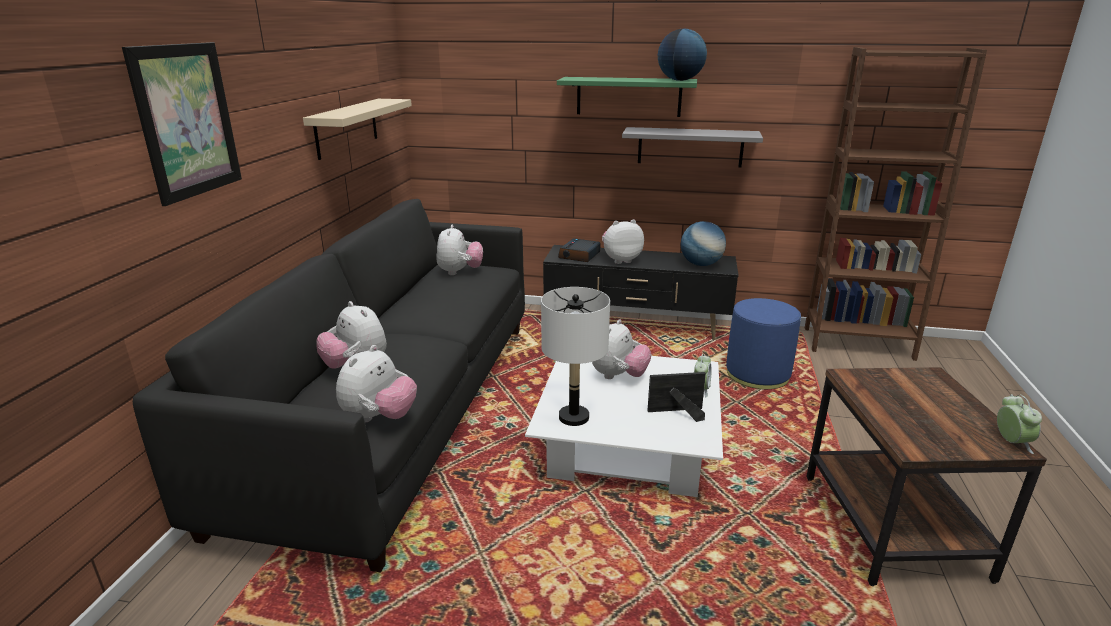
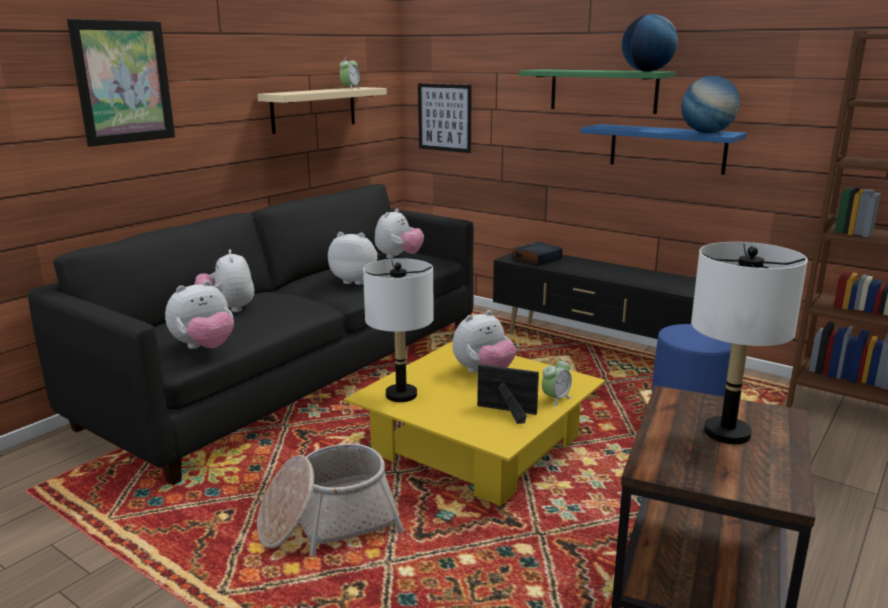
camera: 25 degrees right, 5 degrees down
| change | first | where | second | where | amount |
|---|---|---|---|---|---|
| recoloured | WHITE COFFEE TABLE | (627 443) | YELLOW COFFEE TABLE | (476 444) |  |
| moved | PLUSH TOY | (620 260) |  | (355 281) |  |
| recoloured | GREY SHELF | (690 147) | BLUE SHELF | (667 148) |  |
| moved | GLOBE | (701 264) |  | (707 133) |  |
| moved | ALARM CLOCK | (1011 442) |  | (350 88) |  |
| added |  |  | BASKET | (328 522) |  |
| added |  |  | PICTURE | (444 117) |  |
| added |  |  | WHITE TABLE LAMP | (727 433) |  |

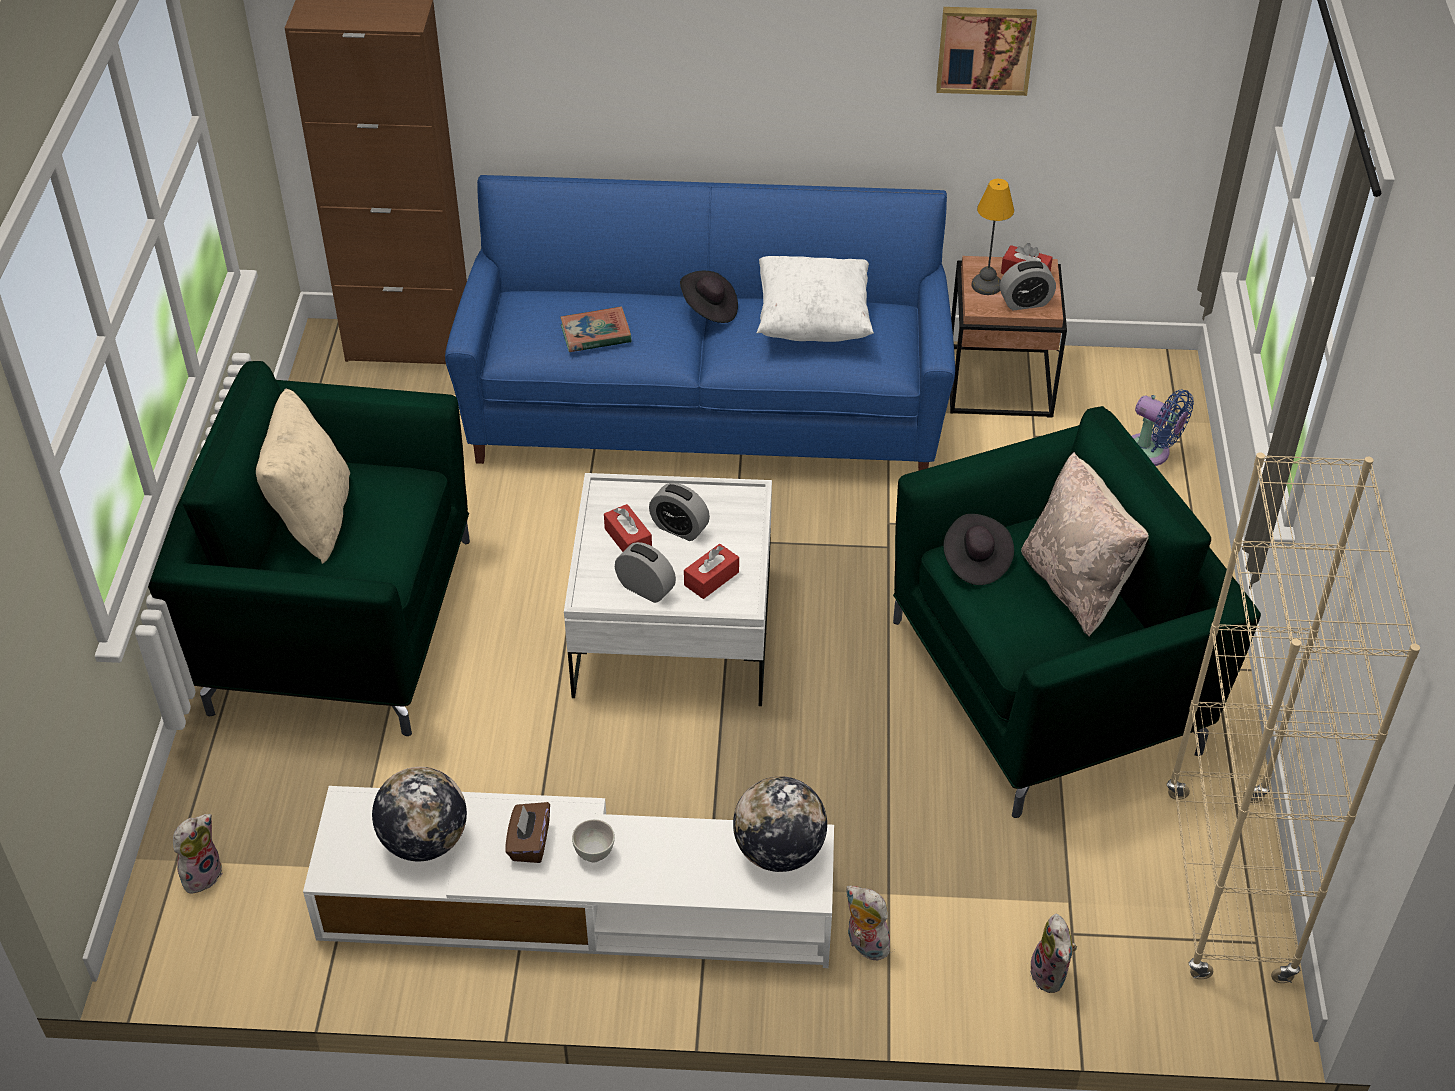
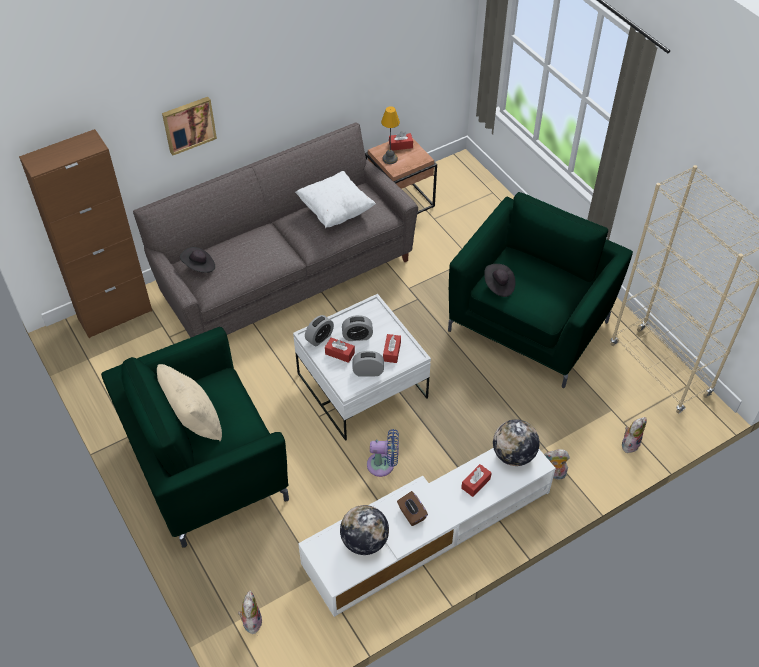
camera: 35 degrees left, 5 degrees up
| change | first | where | second | where | amount |
|---|---|---|---|---|---|
| recoloured | BLUE SOFA | (706 406) | GREY SOFA | (284 274) |  |
| removed | BOOK | (596 334) |  |  |  |
| removed | WHITE BOWL | (594 854) |  |  |  |
| moved | BLACK HAT | (709 309) |  | (199 266) |  |
| moved | PICTURE | (985 48) |  | (188 124) |  |
| moved | ALARM CLOCK | (1025 302) |  | (319 338) |  |
| removed | BEIGE PILLOW | (1075 585) |  |  |  |
| turned | PLUSH TOY | (1051 975) |  | (630 443) | 90 degrees counterclockwise |
| moved | BLUE FAN | (1151 453) |  | (383 465) |  |
| added |  |  | RED TISSUE BOX | (475 483) |  |

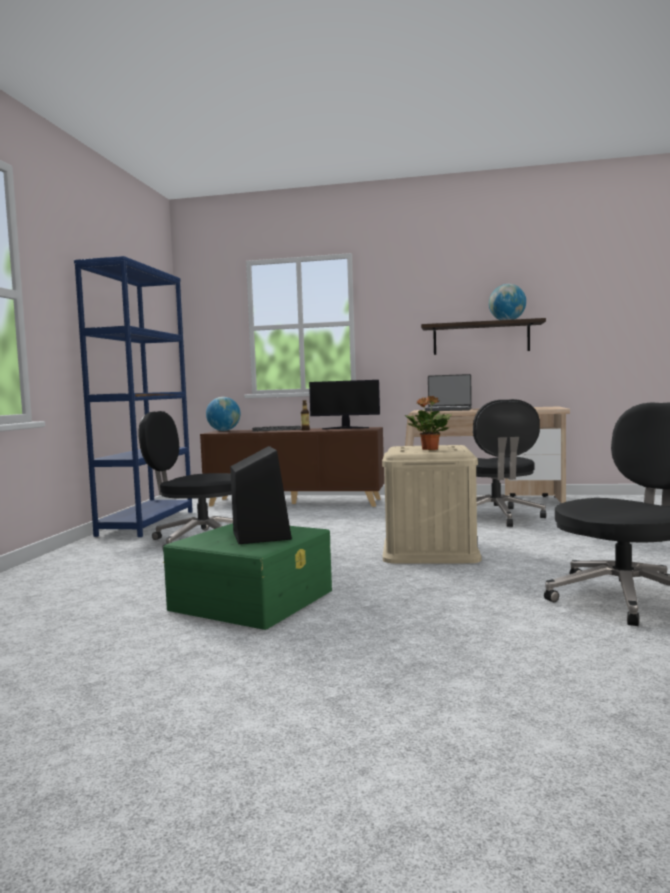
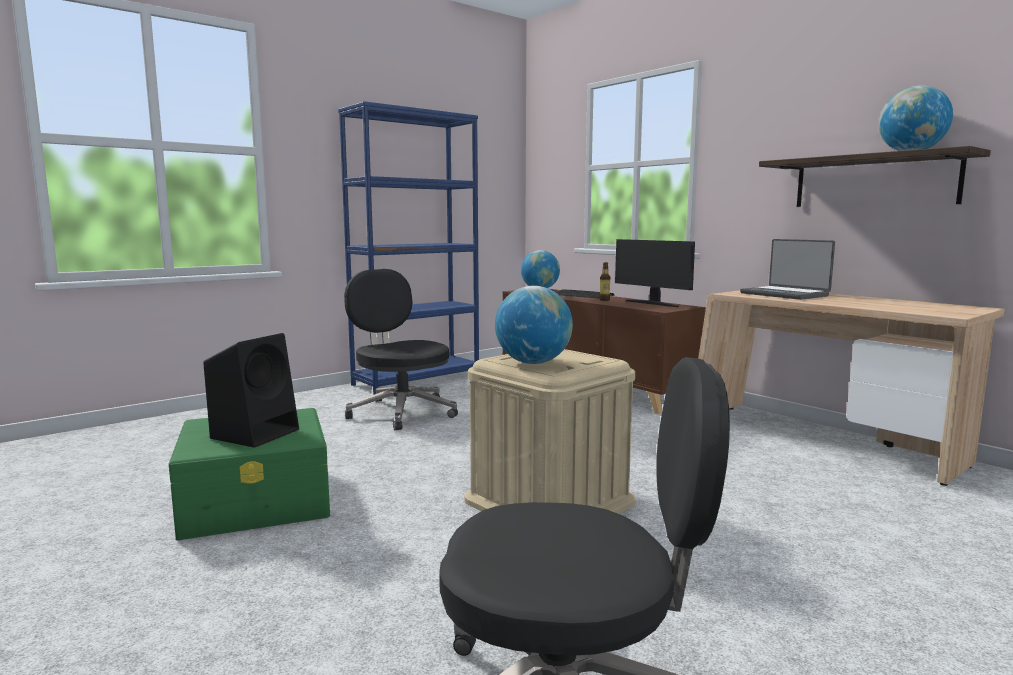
camera: 40 degrees right, 5 degrees up
| change | first | where | second | where | amount |
|---|---|---|---|---|---|
| replaced | POTTED PLANT | (429 449) | GLOBE | (533 363) |  |
| removed | BLACK OFFICE CHAIR | (497 517) |  |  |  |

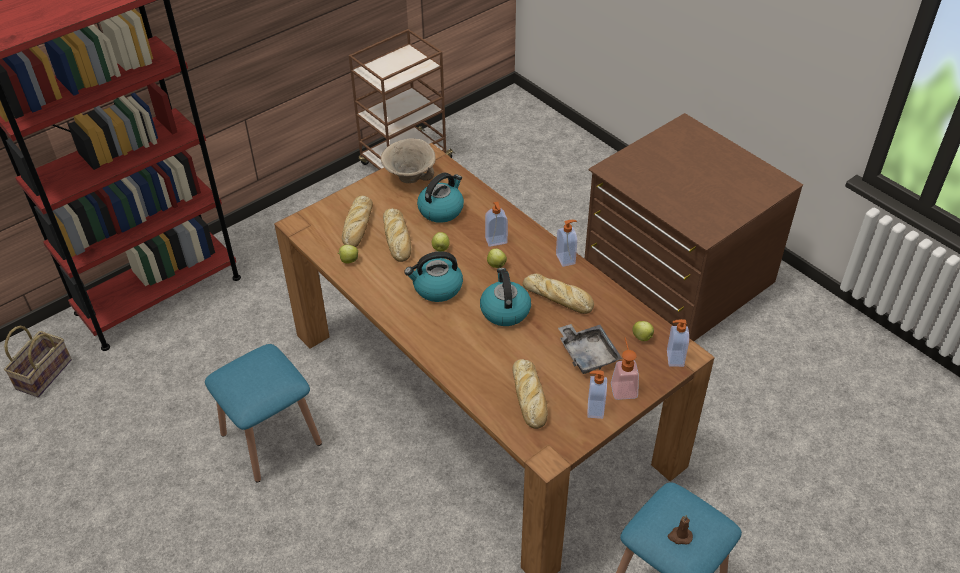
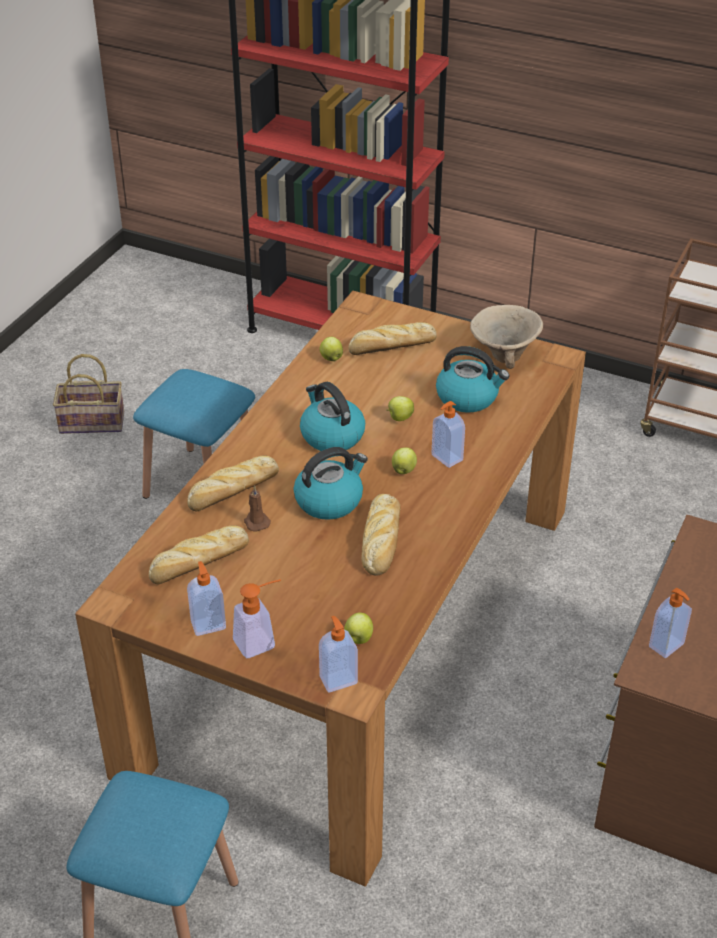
camera: 65 degrees right, 5 degrees down
| change | first | where | second | where | amount |
|---|---|---|---|---|---|
| moved | BASKET | (44 373) |  | (94 421) |  |
| moved | BREAD | (397 239) |  | (232 491) |  |
| moved | SOAP DISPENSER | (566 259) |  | (667 646) |  |
| removed | GREY TRAY | (588 354) |  |  |  |
| moved | BROWN CANDLE | (679 536) |  | (256 522) |  |

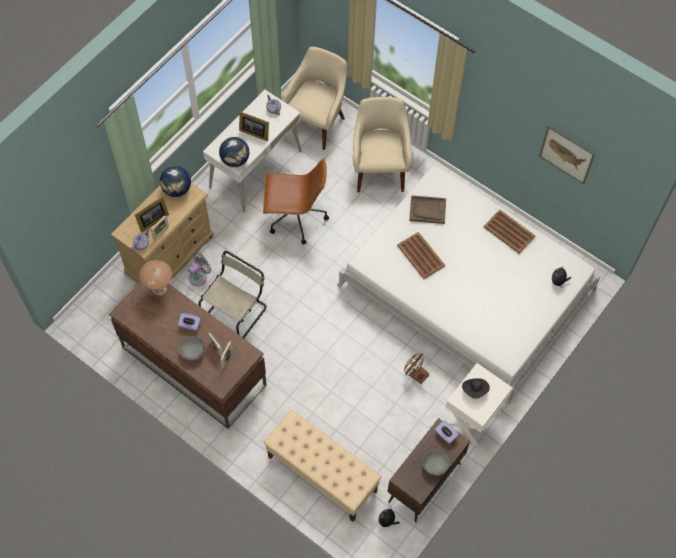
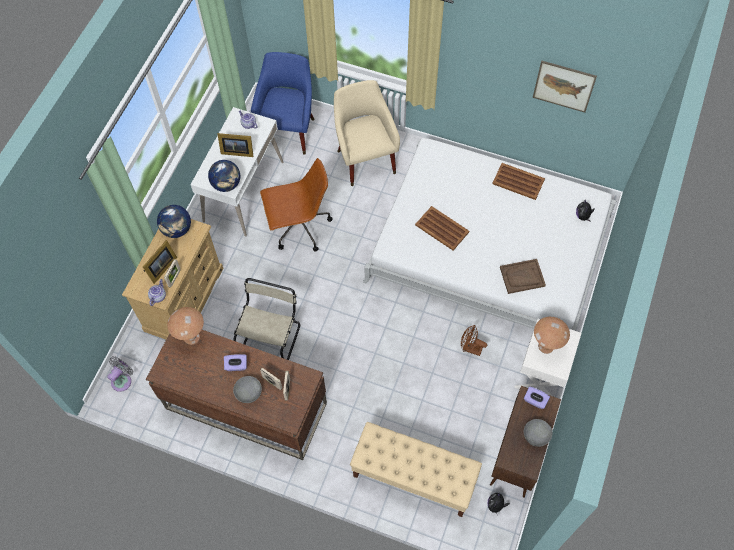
camera: 15 degrees left, 0 degrees up
| change | first | where | second | where | amount |
|---|---|---|---|---|---|
| moved | GREY FAN | (199 276) |  | (123 380) |  |
| recoloured | BEIGE ARMCHAIR | (316 121) | BLUE ARMCHAIR | (288 129) |  |
| moved | BROWN TRAY | (427 210) |  | (522 277) |  |
| replaced | BLACK HAT | (475 390) | BROWN TABLE LAMP | (546 346) |  |

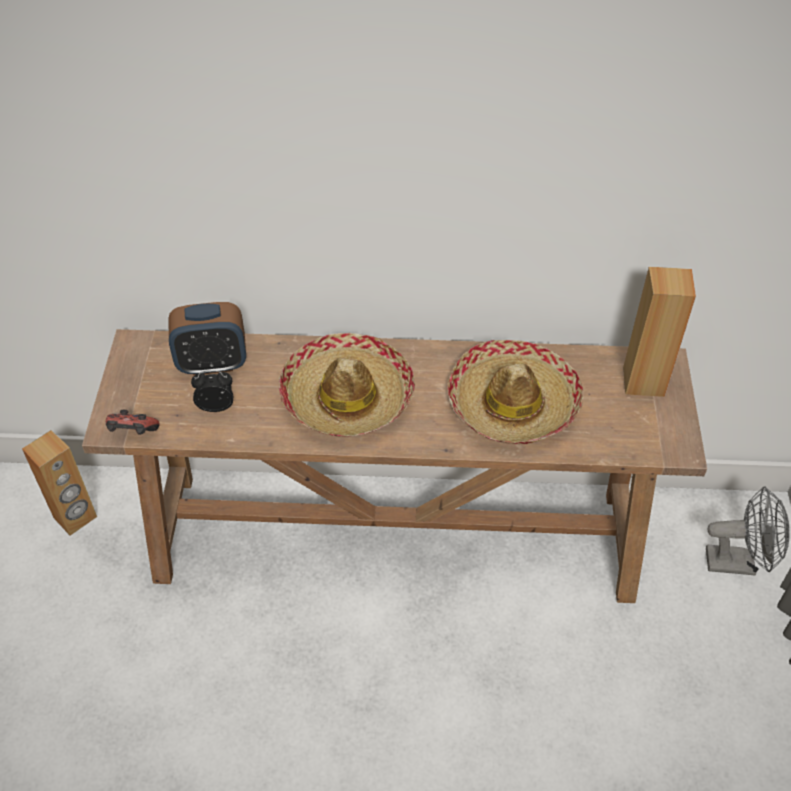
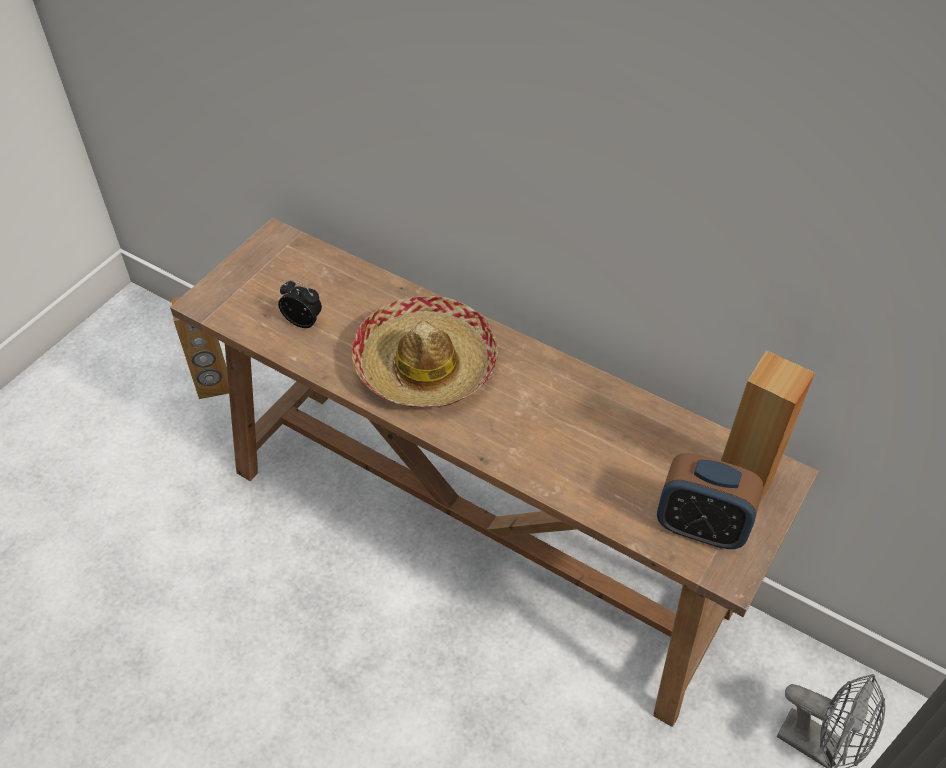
camera: 30 degrees right, 0 degrees up
| change | first | where | second | where | amount |
|---|---|---|---|---|---|
| removed | GAME CONTROLLER | (133 433) |  |  |  |
| moved | ALARM CLOCK | (212 363) |  | (700 527) |  |
| removed | HAT | (513 403) |  |  |  |

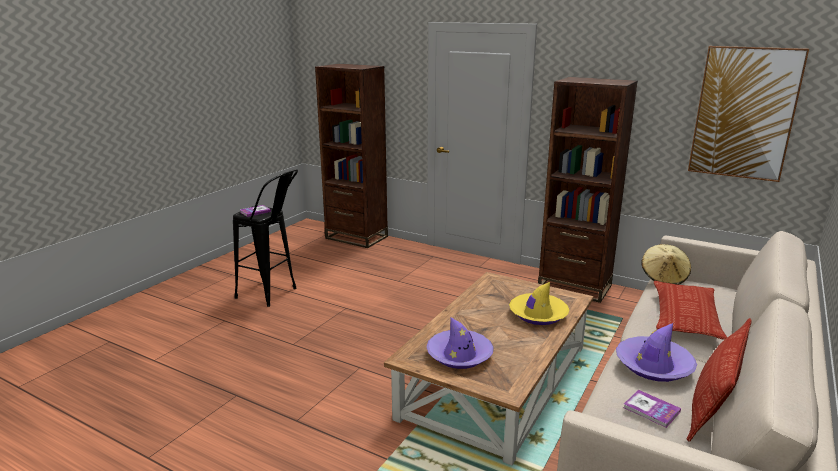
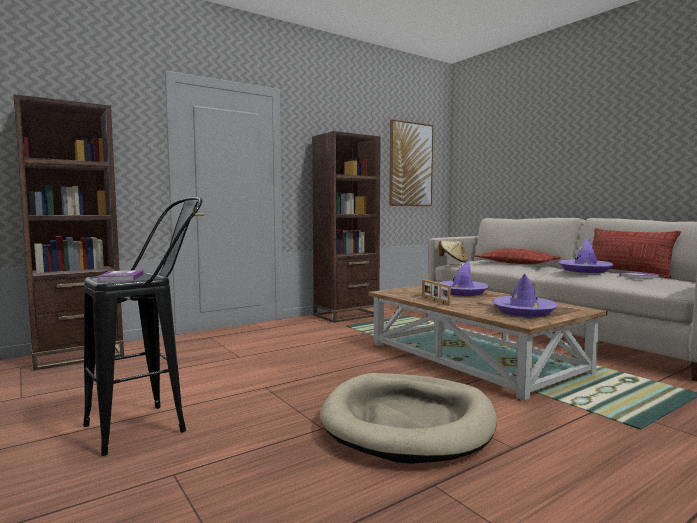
camera: 65 degrees left, 15 degrees down
| change | first | where | second | where | amount |
|---|---|---|---|---|---|
| recoloured | YELLOW HAT | (538 314) | PURPLE HAT | (462 292) |  |
| added |  |  | BEIGE DOG BED | (408 421) |  |
| added |  |  | PICTURE FRAME | (435 301) |  |

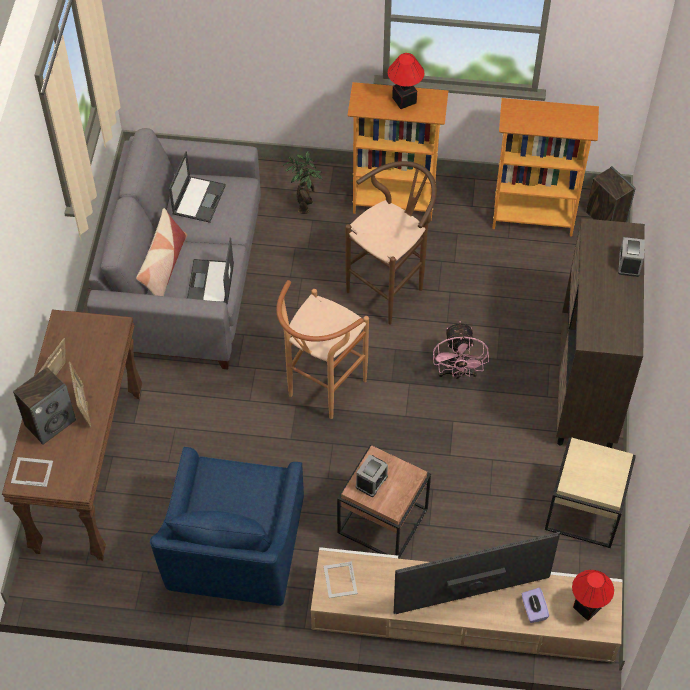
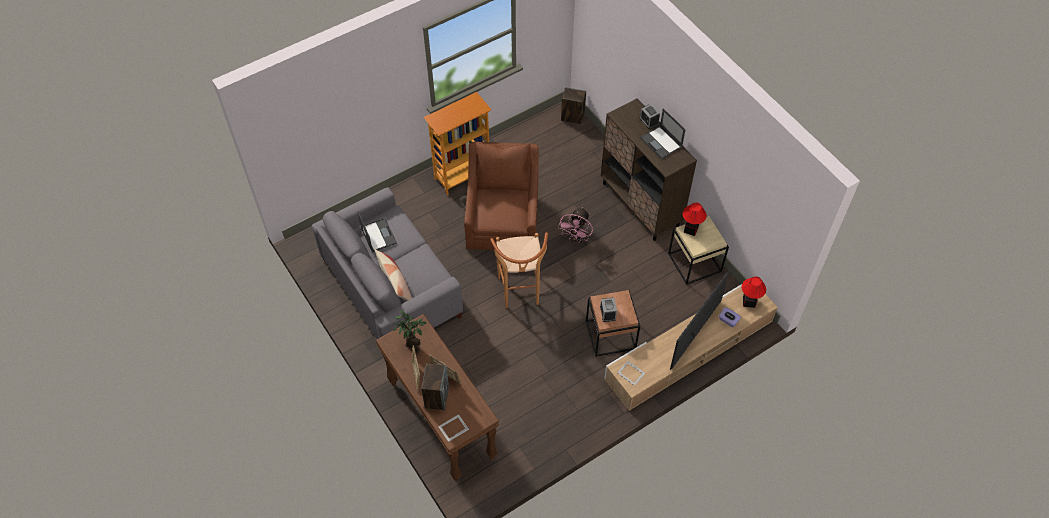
camera: 40 degrees left, 0 degrees up
| change | first | where | second | where | amount |
|---|---|---|---|---|---|
| removed | BLUE ARMCHAIR | (233 551) |  |  |  |
| moved | LAPTOP | (210 283) |  | (661 143) |  |
| moved | POTTED PLANT | (305 204) |  | (412 345) |  |
| replaced | BROWN STOOL | (391 287) | BROWN ARMCHAIR | (503 220) |  |
| moved | TABLE LAMP | (404 101) |  | (691 230) |  |
| turned | PINK FAN | (457 373) |  | (576 239) | 60 degrees clockwise |
| removed | BOOKCASE | (533 216) |  |  |  |

